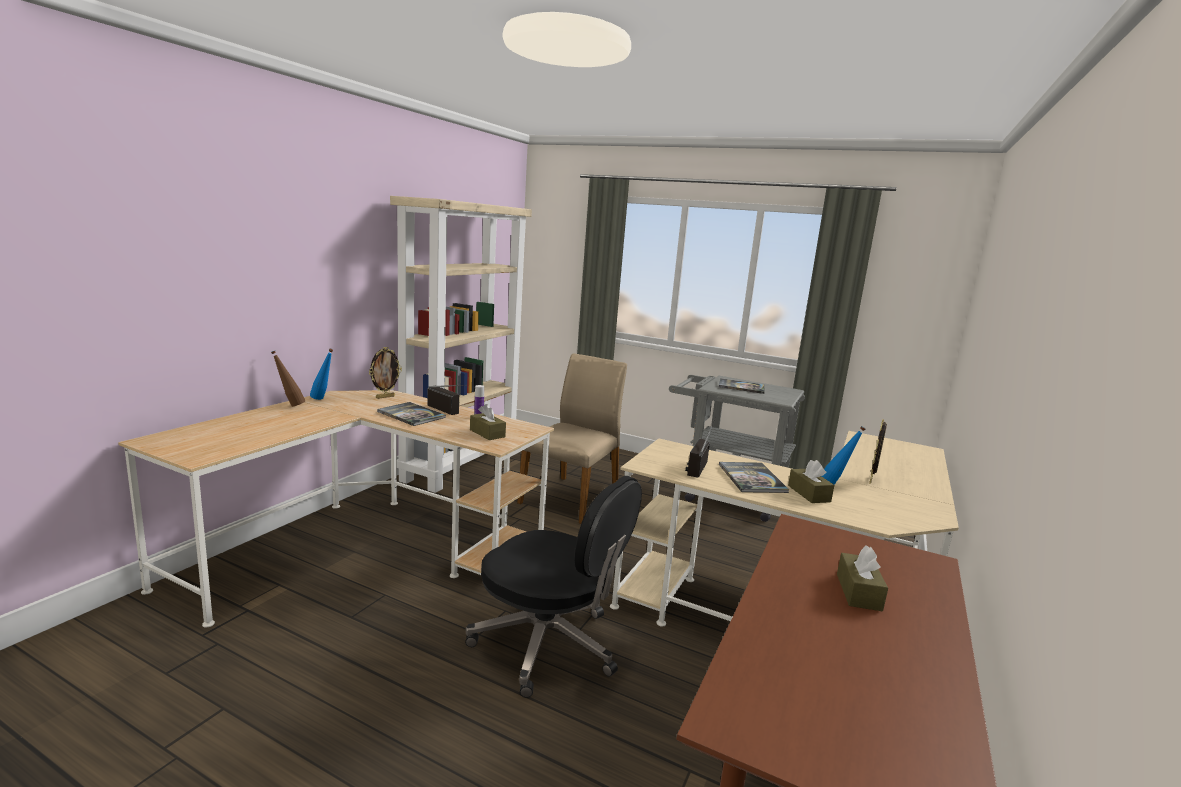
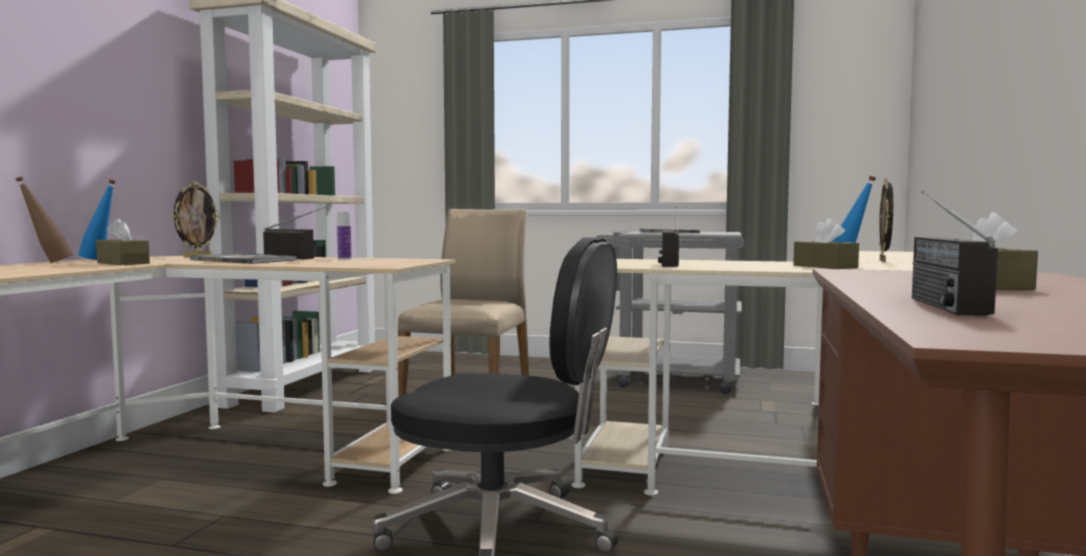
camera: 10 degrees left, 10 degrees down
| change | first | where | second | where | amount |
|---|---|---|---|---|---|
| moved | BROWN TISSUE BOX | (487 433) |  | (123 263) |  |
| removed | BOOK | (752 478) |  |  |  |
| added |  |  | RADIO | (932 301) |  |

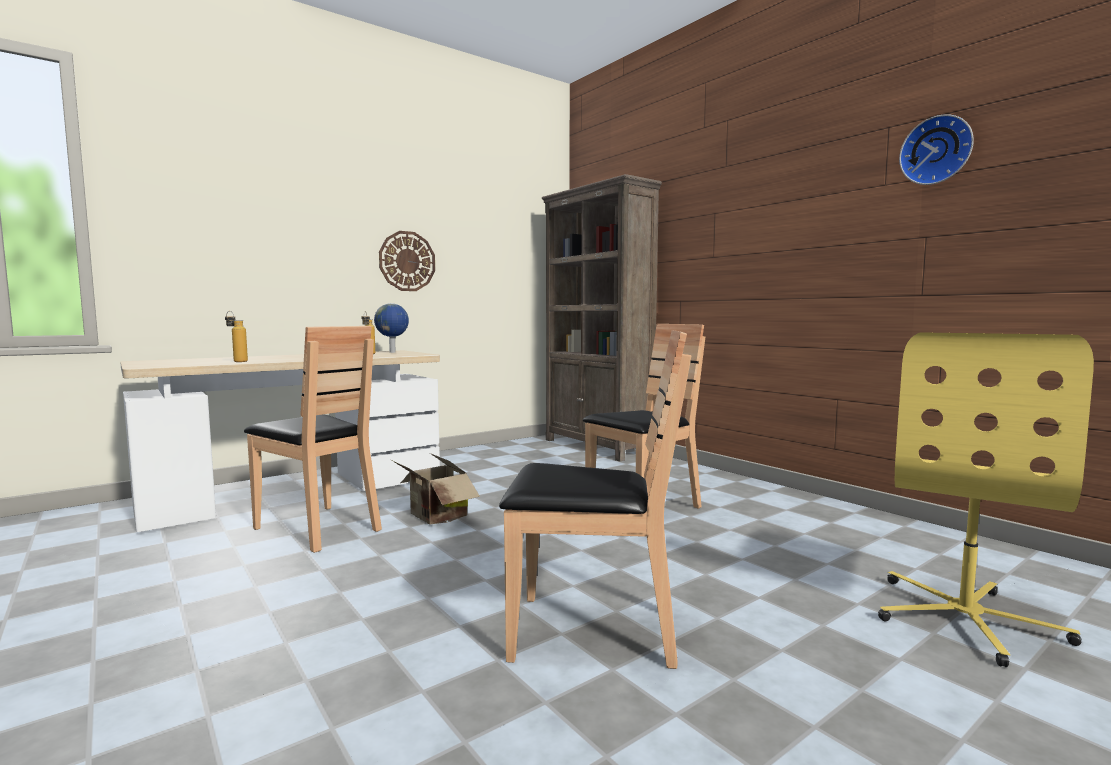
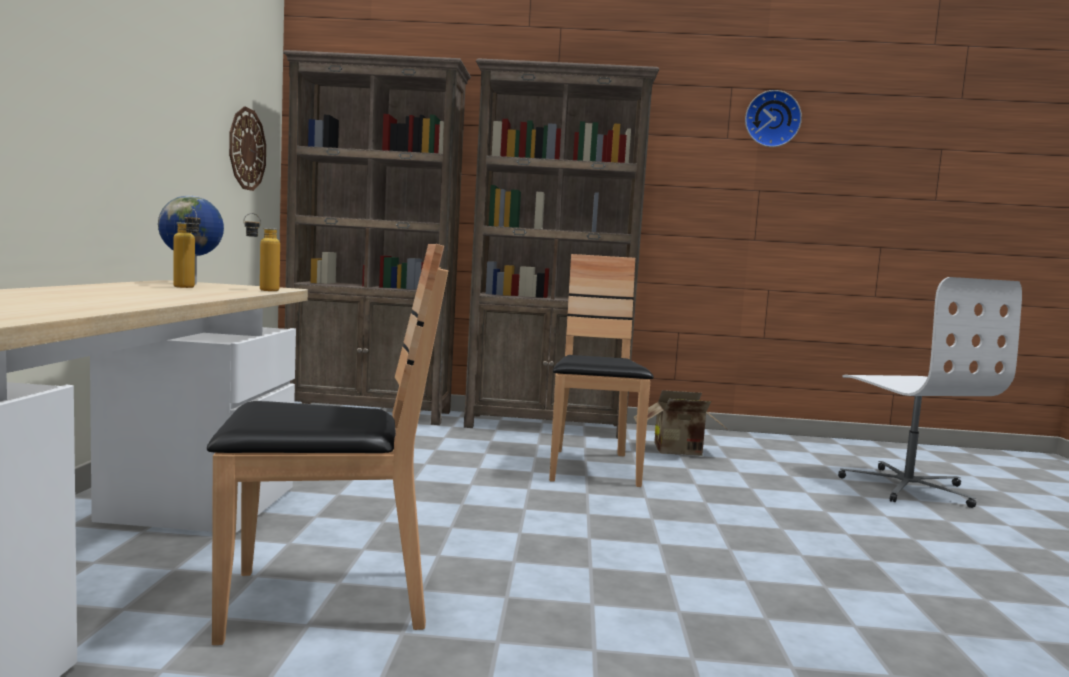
camera: 50 degrees left, 0 degrees up
| change | first | where | second | where | amount |
|---|---|---|---|---|---|
| moved | BOTTLE | (237 361) |  | (261 290) |  |
| moved | WALL CLOCK | (407 261) |  | (246 149) |  |
| moved | CARDBOARD BOX | (435 518) |  | (680 452) |  |
| removed | BROWN CHAIR | (591 632) |  |  |  |
| recoloured | YELLOW OFFICE CHAIR | (966 618) | WHITE OFFICE CHAIR | (907 487) |  |
| added |  |  | BROWN BOOKCASE | (546 426) |  |

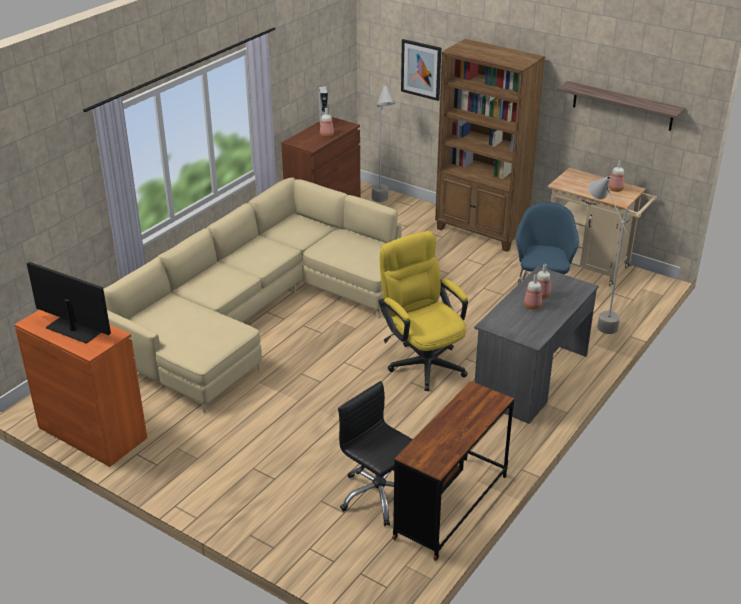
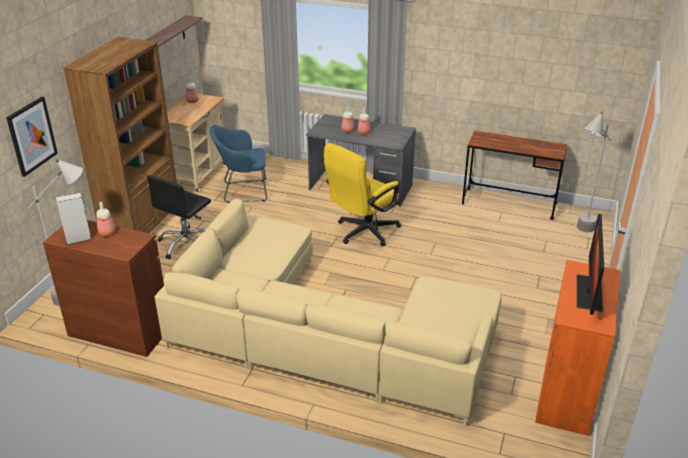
camera: 105 degrees left, 0 degrees up
| change | first | where | second | where | amount |
|---|---|---|---|---|---|
| moved | BLACK OFFICE CHAIR | (378 496) |  | (186 244) |  |
| moved | GREY FLOOR LAMP | (595 319) |  | (579 233) |  |

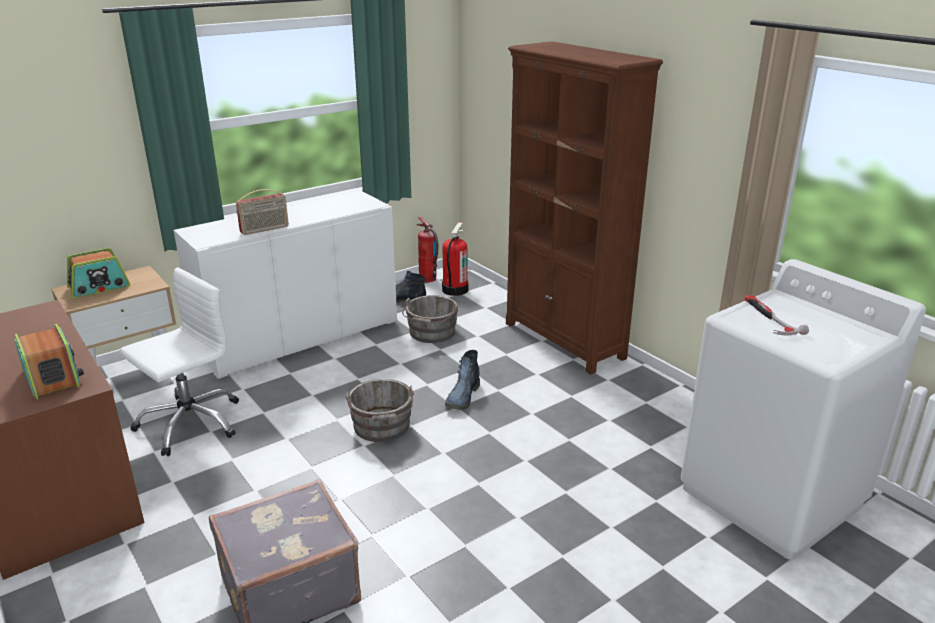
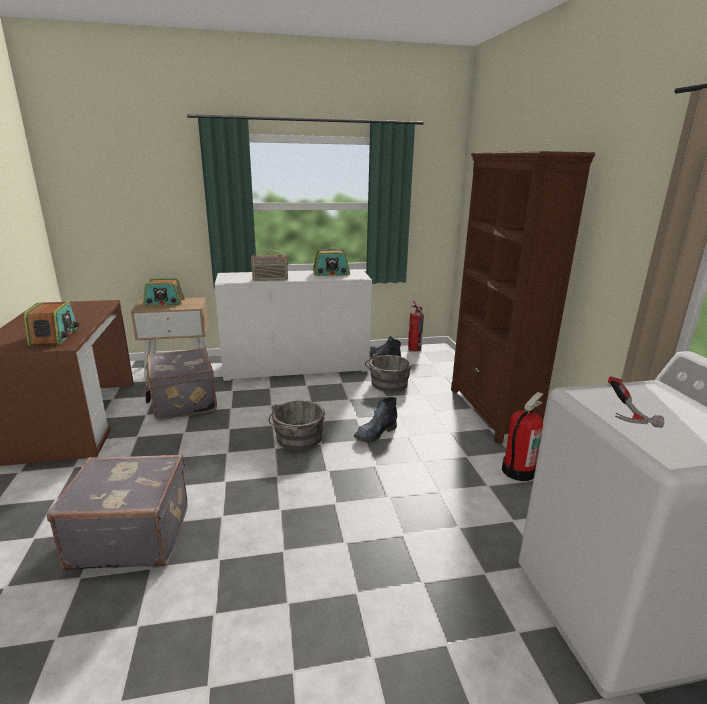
camera: 25 degrees right, 5 degrees down
| change | first | where | second | where | amount |
|---|---|---|---|---|---|
| replaced | WHITE OFFICE CHAIR | (190 423) | GREY SUITCASE | (182 403) |  |
| moved | FIRE EXTINGUISHER | (454 289) |  | (517 470) |  |
| added |  |  | RADIO | (331 273) |  |

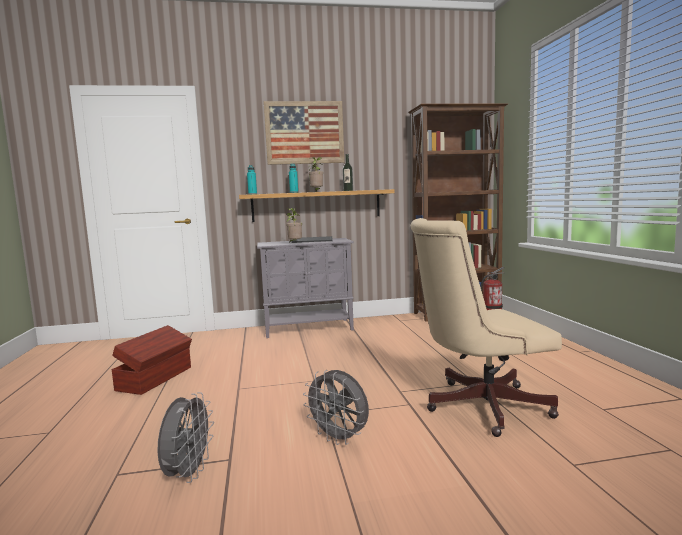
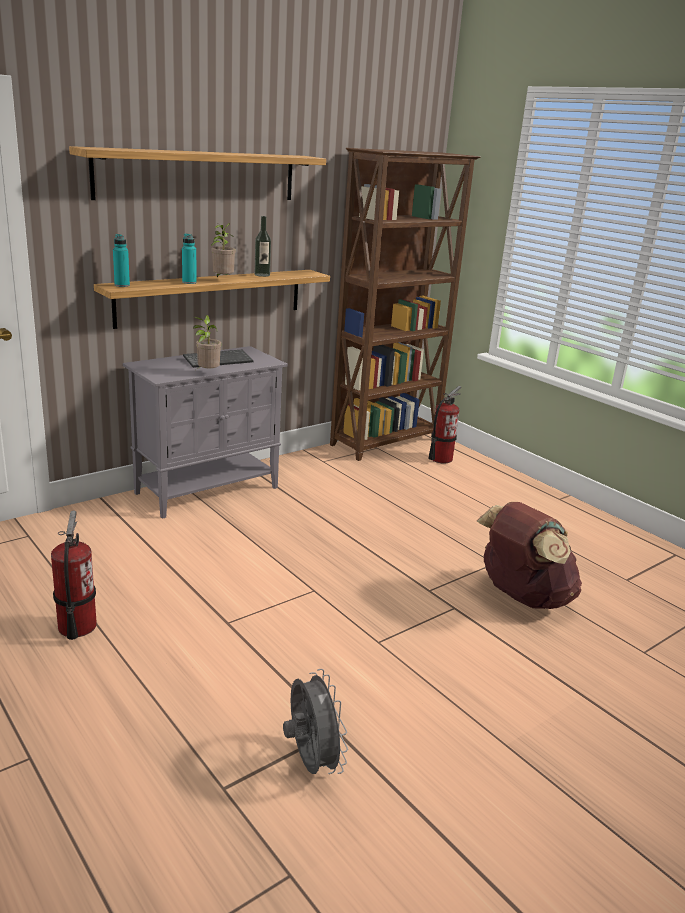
camera: 30 degrees left, 15 degrees up
| change | first | where | second | where | amount |
|---|---|---|---|---|---|
| replaced | BROWN STORAGE BOX | (156 378) | FIRE EXTINGUISHER | (76 627) |  |
| replaced | PICTURE | (304 133) | SHELF | (198 175) |  |
| removed | GREY FAN | (339 438) |  |  |  |
| replaced | BEIGE OFFICE CHAIR | (478 406) | BROWN BACKPACK | (522 597) |  |

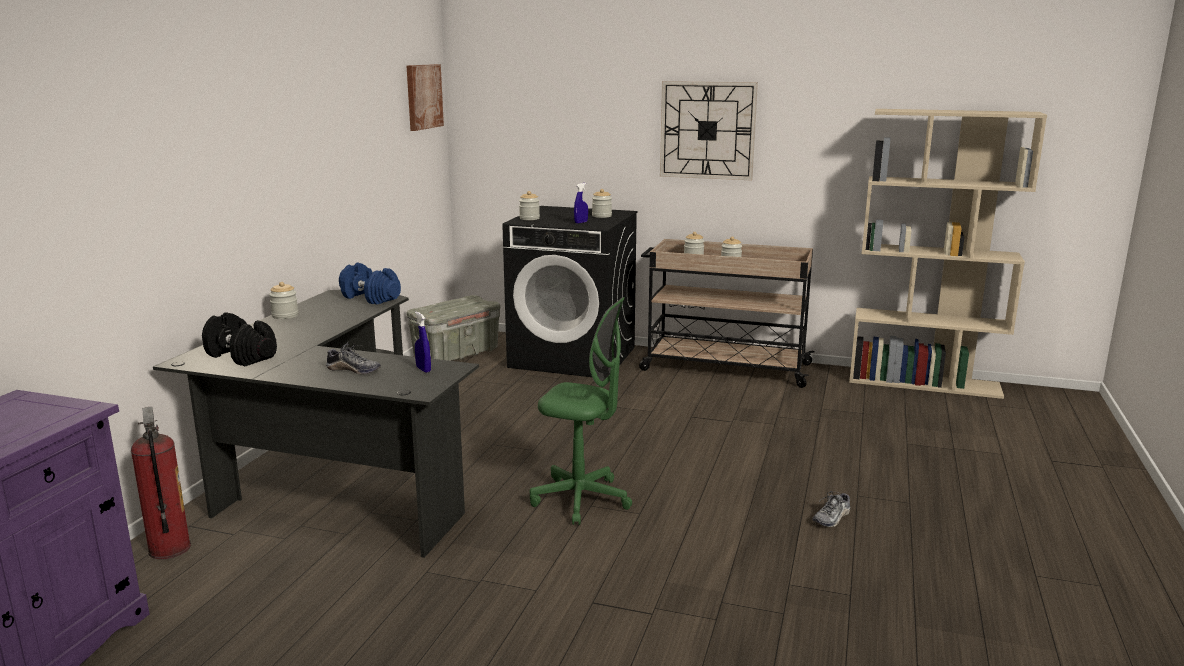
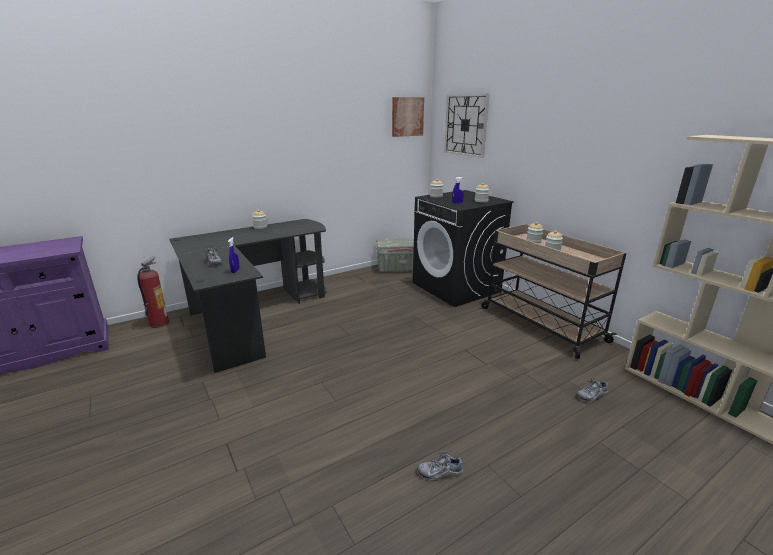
camera: 40 degrees right, 5 degrees up
| change | first | where | second | where | amount |
|---|---|---|---|---|---|
| removed | BLACK DUMBBELL | (242 356) |  |  |  |
| removed | BLUE DUMBBELL | (369 298) |  |  |  |
| removed | GREEN OFFICE CHAIR | (581 499) |  |  |  |
| moved | WALL CLOCK | (707 130) |  | (466 125) |  |
| added |  |  | SHOE | (591 395) |  |

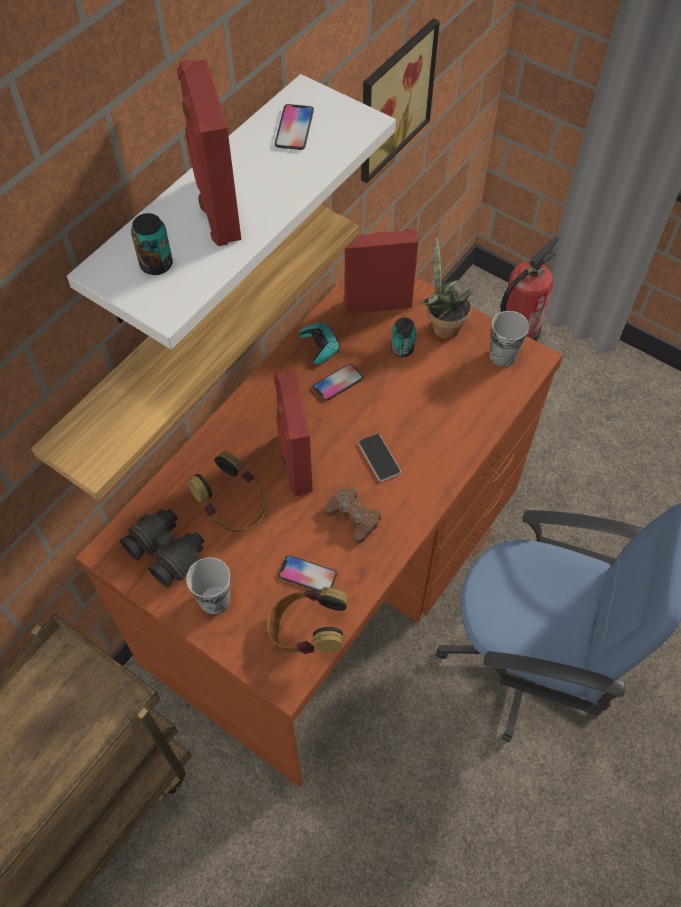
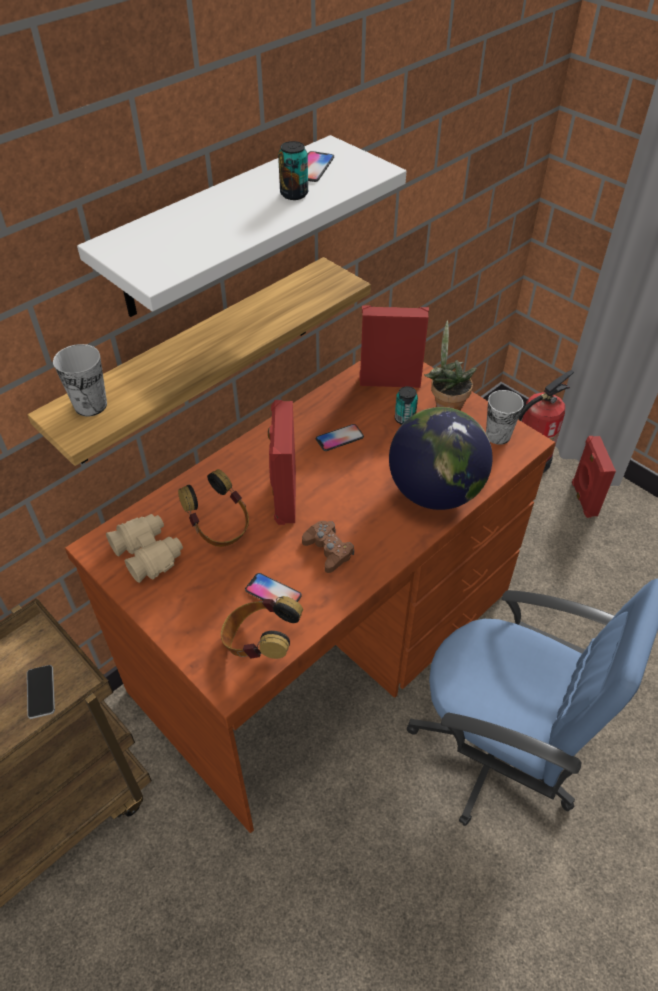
camera: 10 degrees right, 10 degrees down
| change | first | where | second | where | amount |
|---|---|---|---|---|---|
| recoloured | BLACK BINOCULARS | (167 550) | BEIGE BINOCULARS | (148 553) |  |
| moved | CAN | (156 264) |  | (294 194) |  |
| moved | RED SPEAKER | (216 209) |  | (583 499) |  |
| moved | CUP | (215 600) |  | (90 405) |  |
| removed | TURQUOISE GAME CONTROLLER | (319 346) |  |  |  |
| moved | PHONE | (379 458) |  | (41 692) |  |
| removed | PICTURE | (391 99) |  |  |  |
| added |  |  | GLOBE | (435 492) |  |

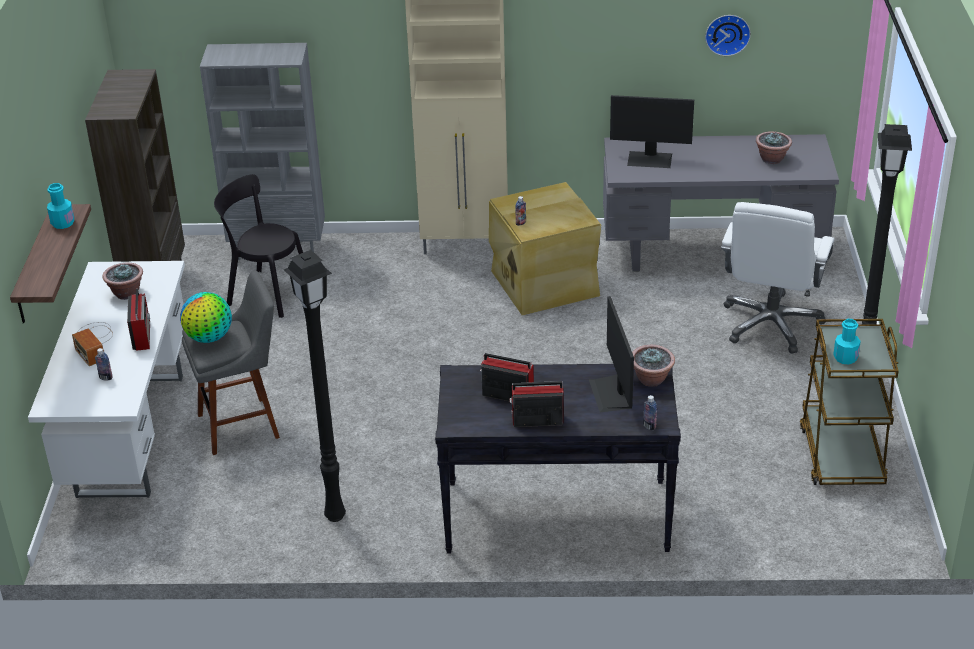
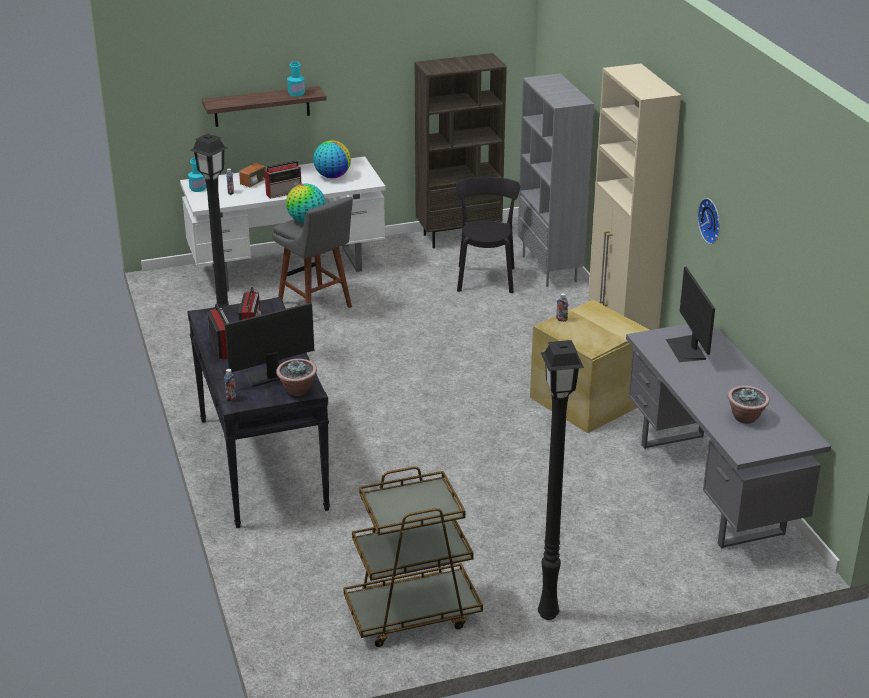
camera: 70 degrees right, 5 degrees down
| change | first | where | second | where | amount |
|---|---|---|---|---|---|
| replaced | POTTED PLANT | (126 293) | GLOBE | (332 176) |  |
| moved | WALL CLOCK | (727 33) |  | (712 220) |  |
| removed | WHITE OFFICE CHAIR | (771 324) |  |  |  |
| moved | TURQUOISE BOTTLE | (845 358) |  | (198 188) |  |

